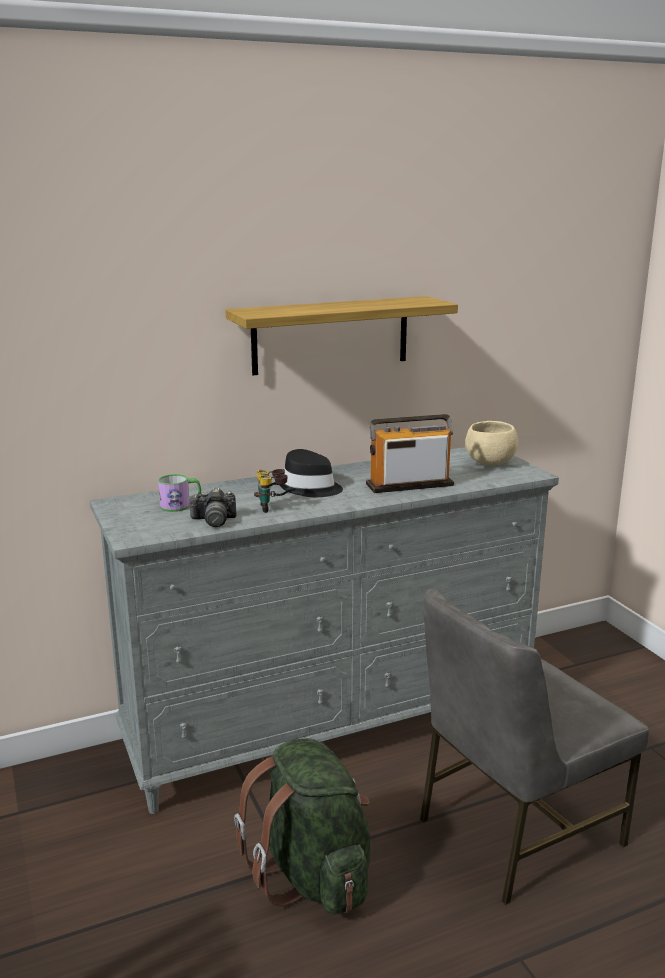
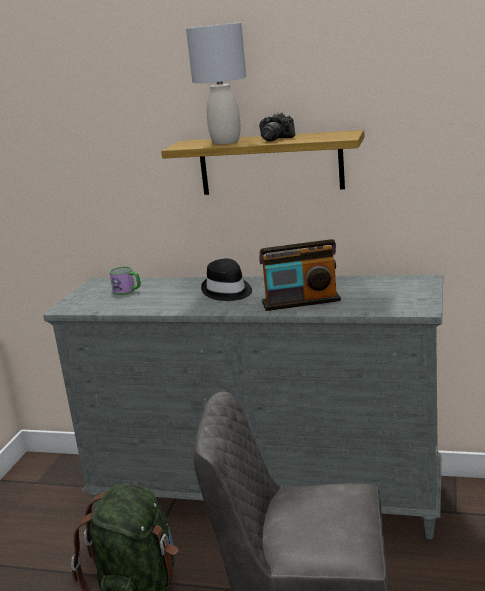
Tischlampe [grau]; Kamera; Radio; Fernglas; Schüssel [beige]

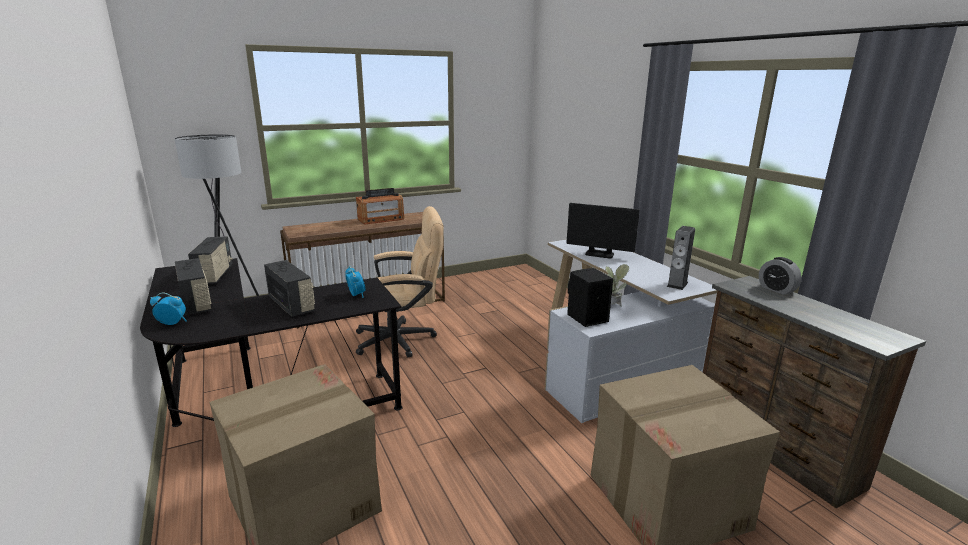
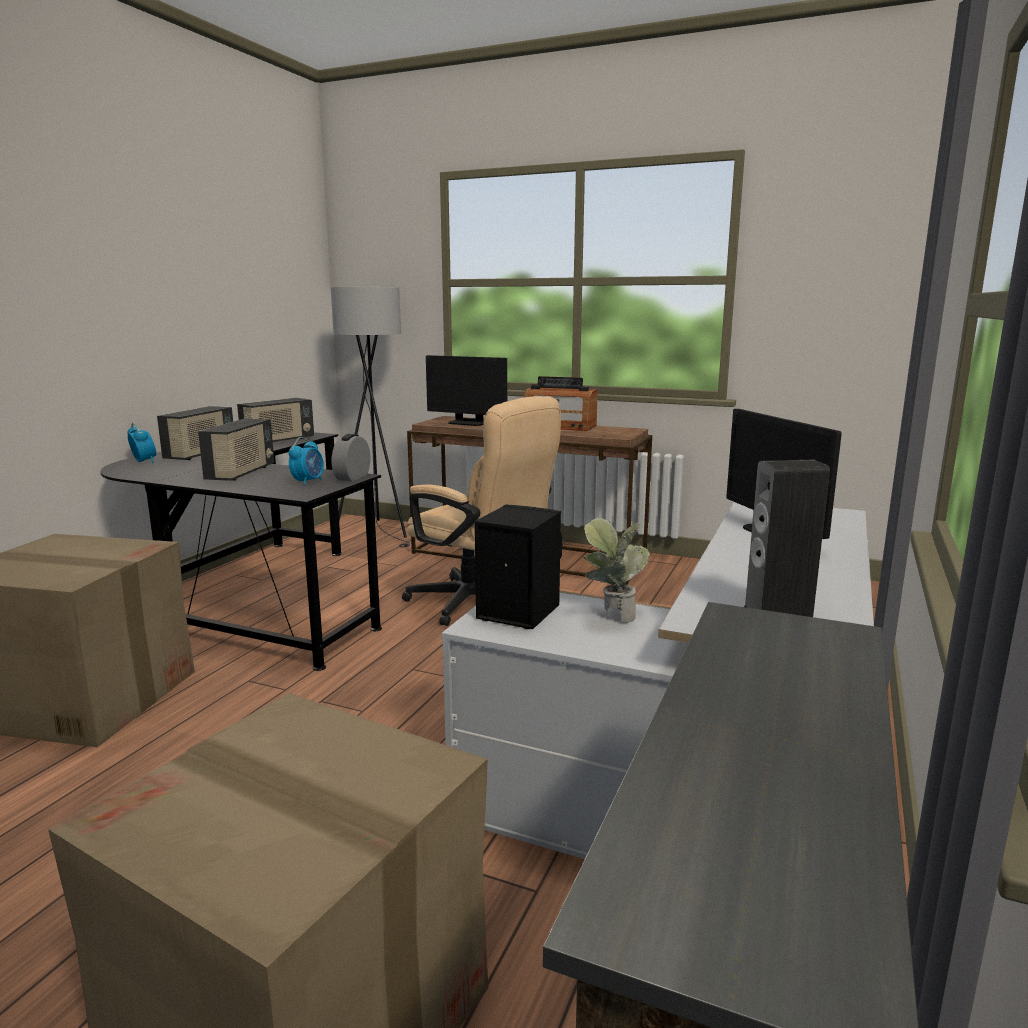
Wecker (no. 3 from left); Monitor (no. 1 from left)

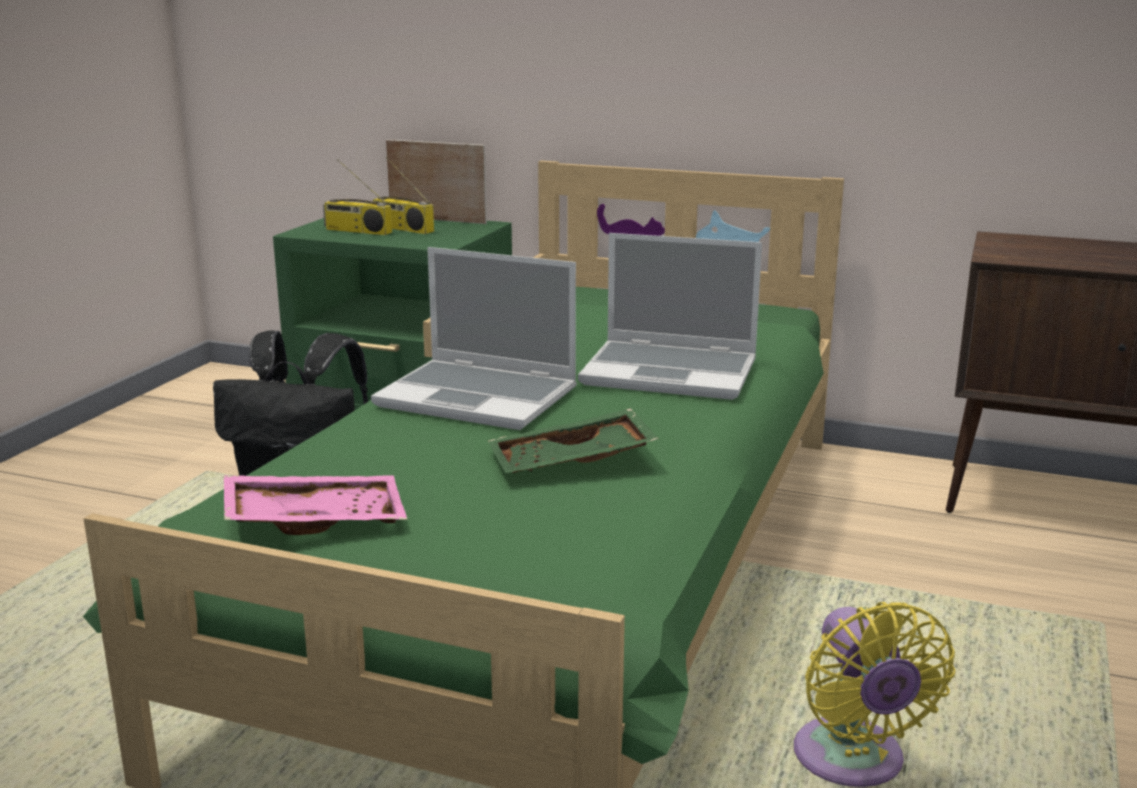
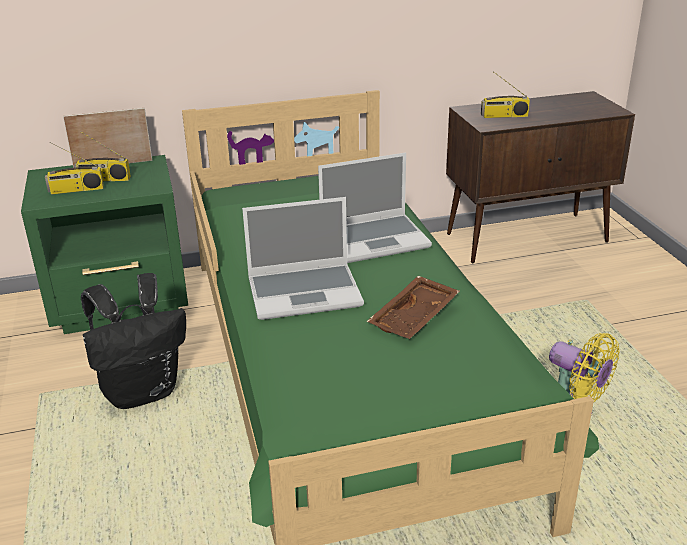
Tablett [braun]; Radio (no. 3 from left); Tablett [rosa]

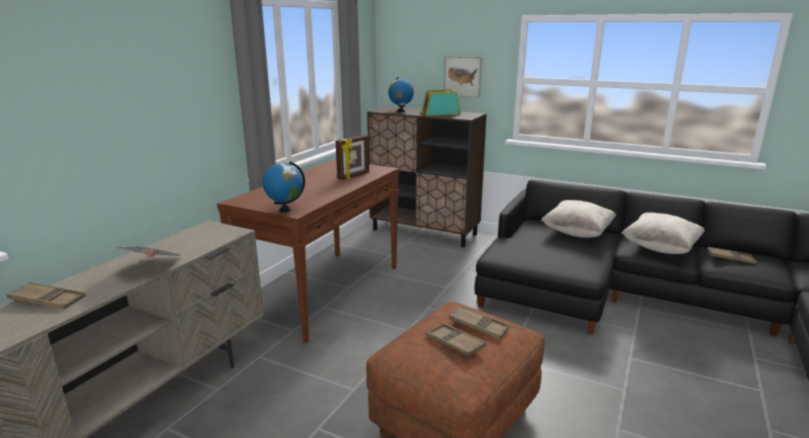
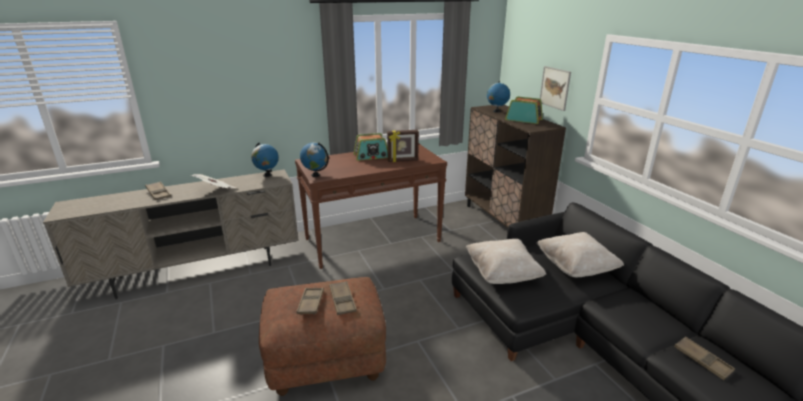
Globus (no. 1 from left); Radio (no. 1 from left); Kissen [beige] (no. 1 from left)

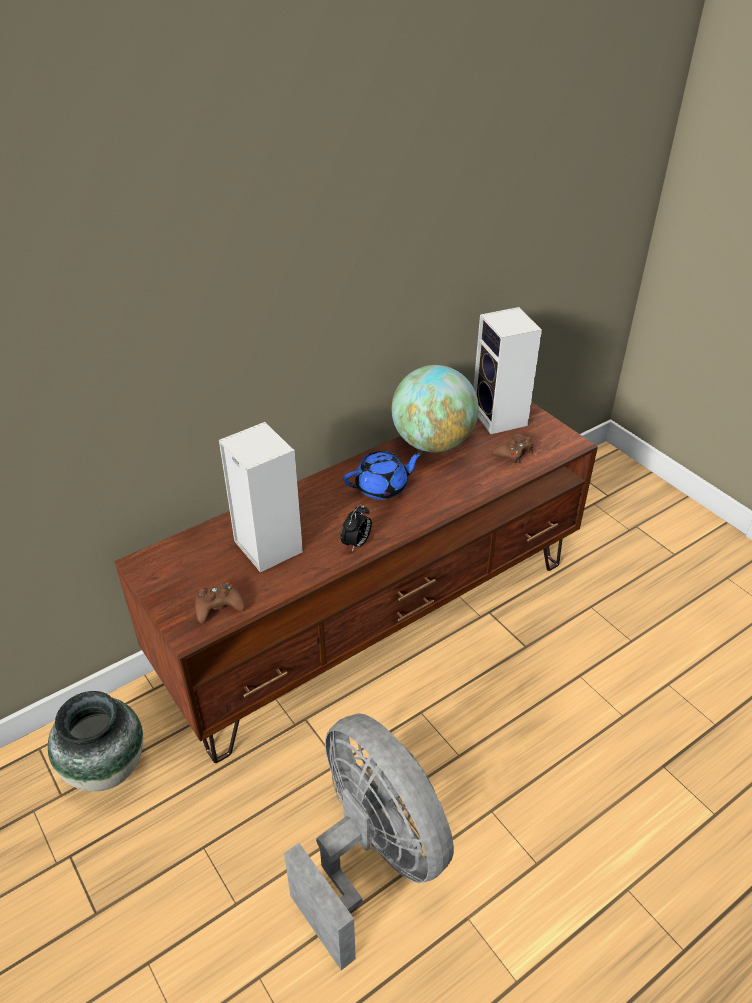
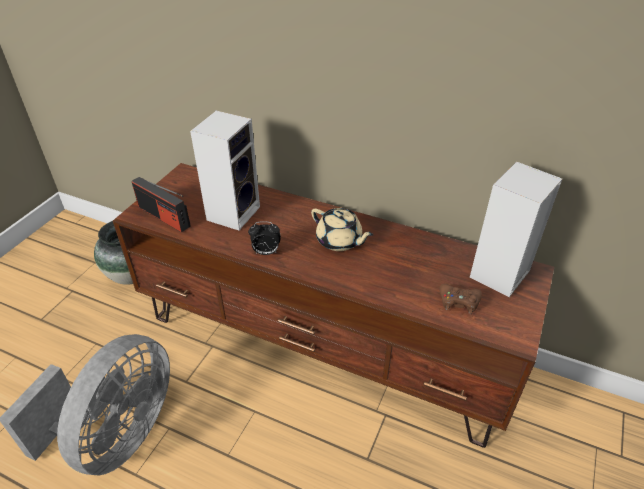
Radio; Teekanne [beige]; Globus

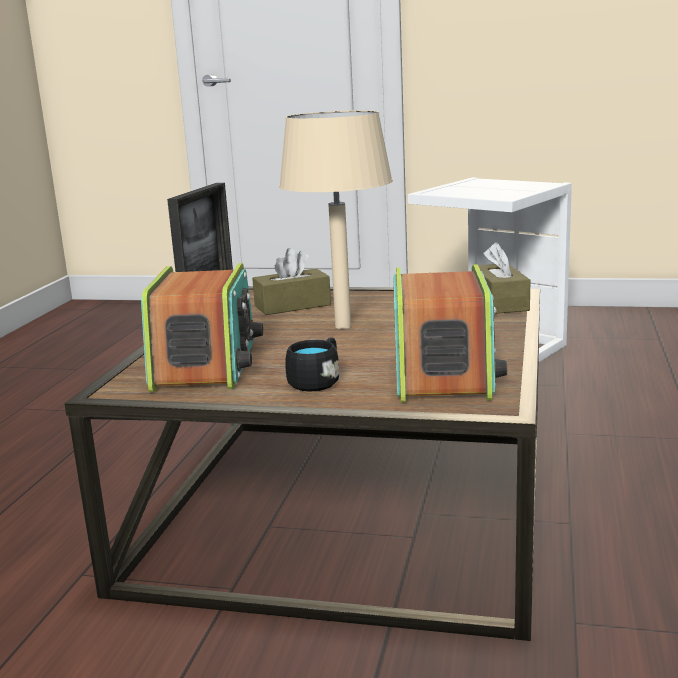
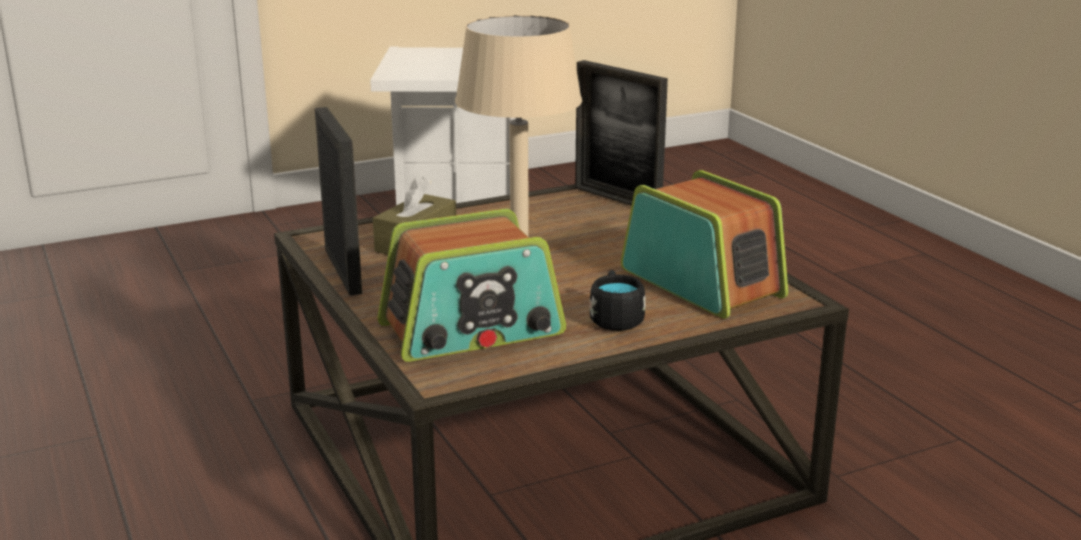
Radio (no. 1 from left); Bilderrahmen (no. 2 from left)

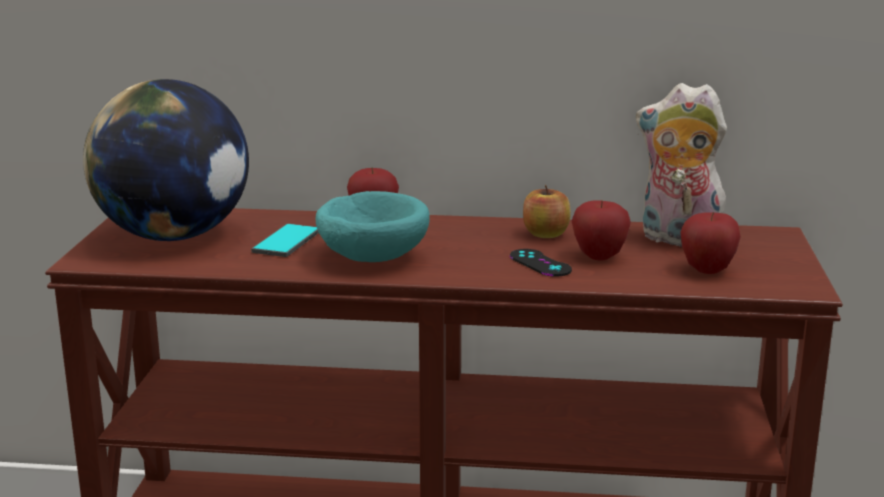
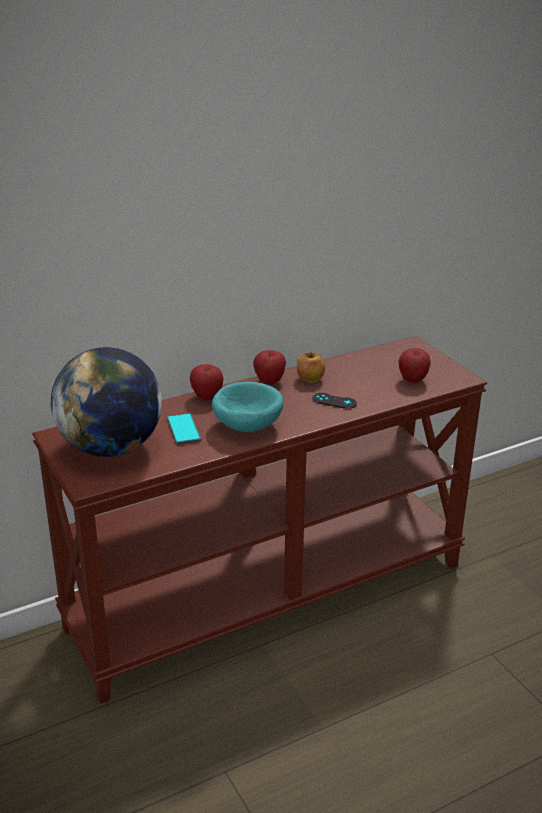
Apfel (no. 2 from left); Plüschtier

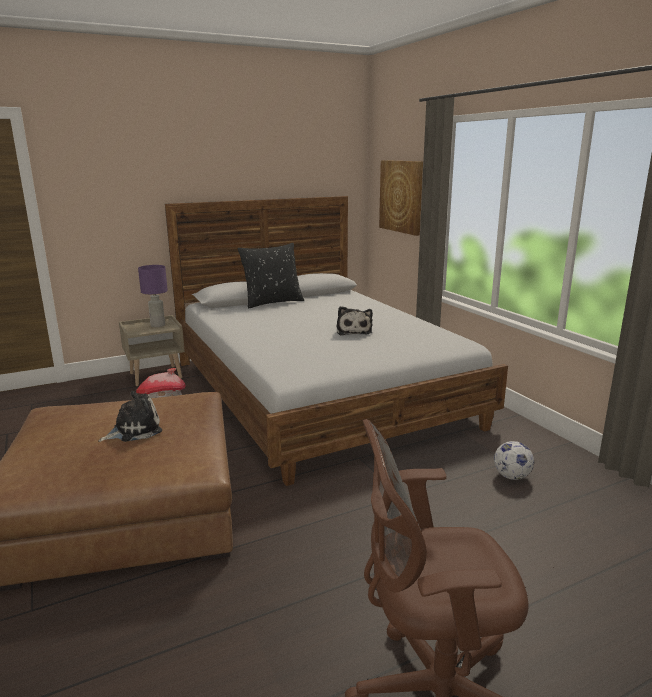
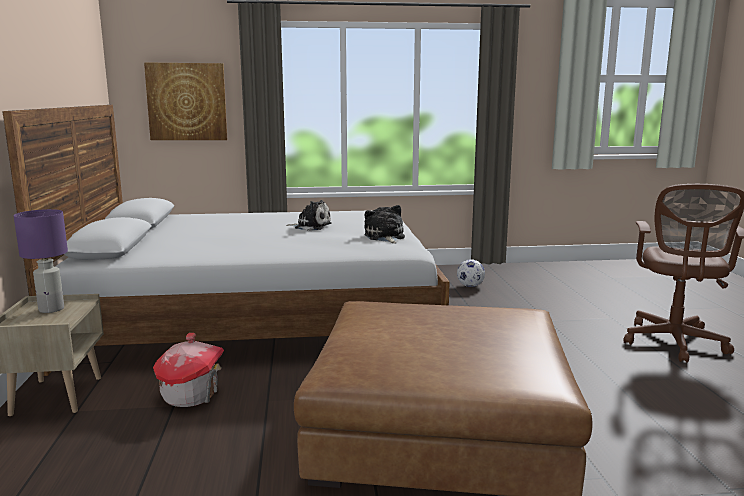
Plüschtier (no. 2 from left); Kissen [schwarz]

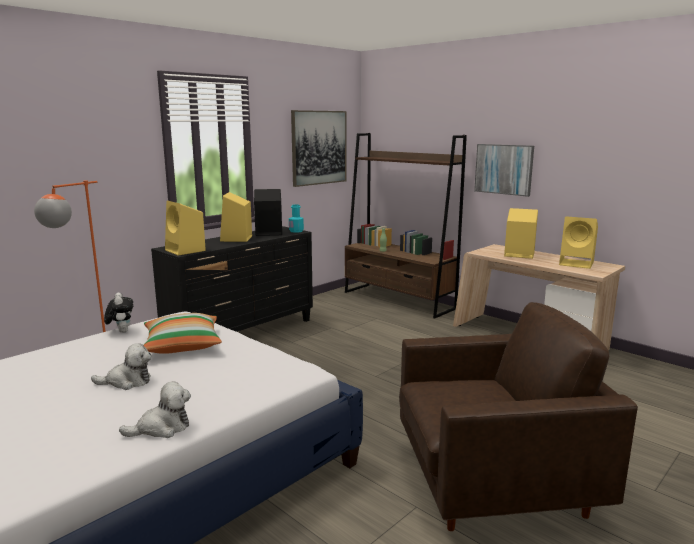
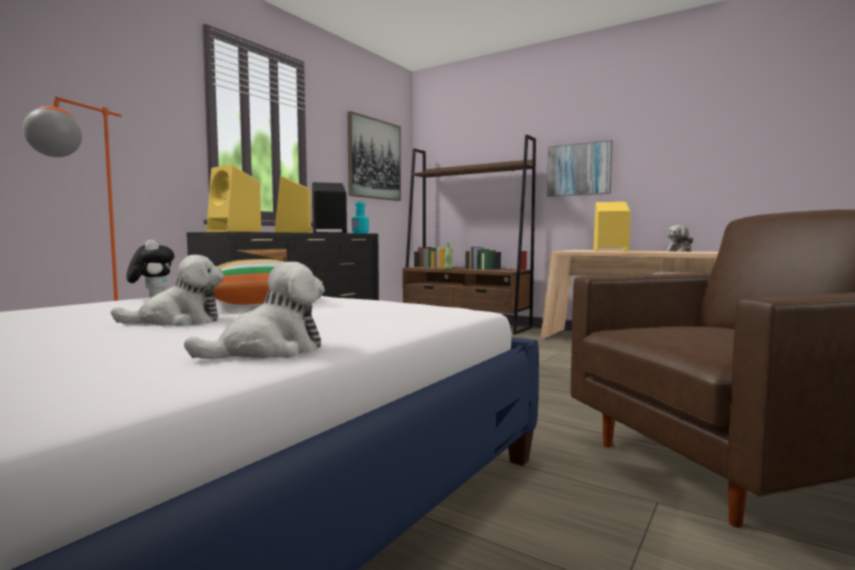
Plüschtier (no. 4 from left)

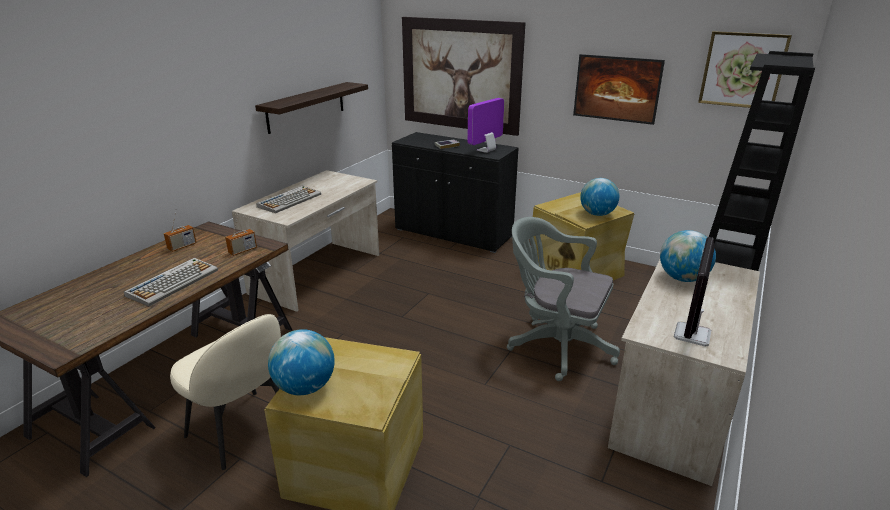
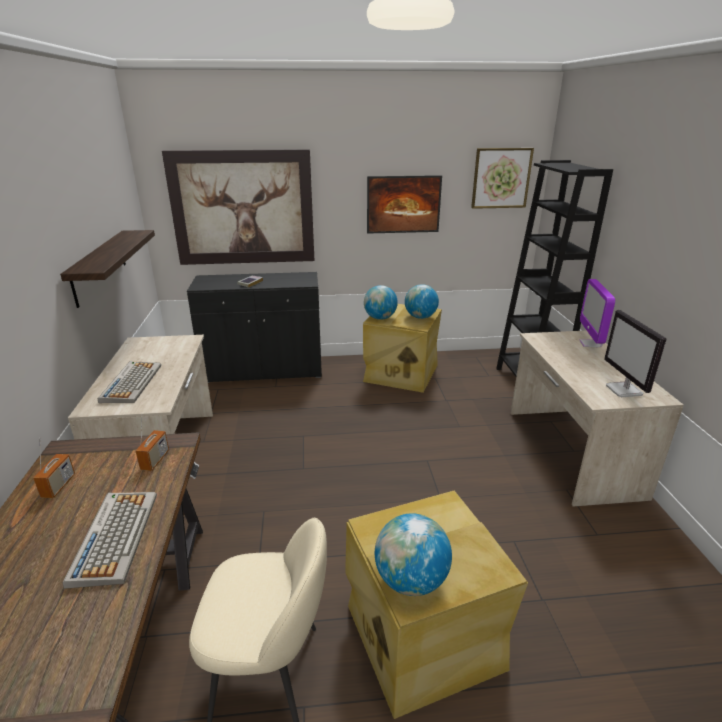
Globus (no. 1 from left); Monitor (no. 1 from left); Bürostuhl [grau]

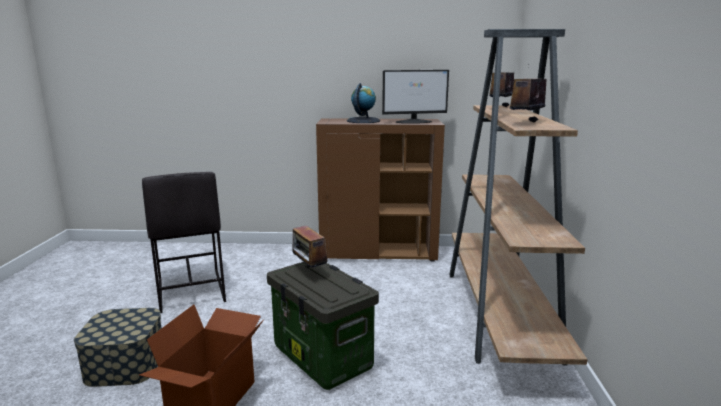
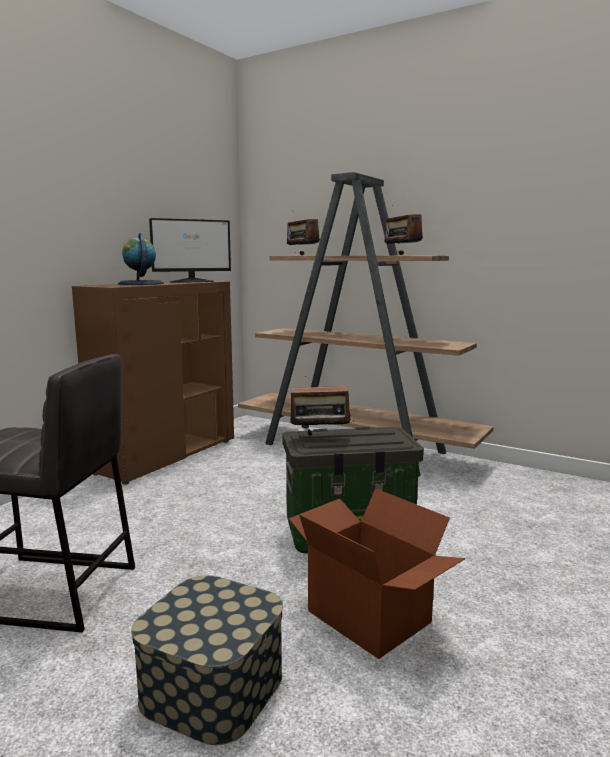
Monitor

